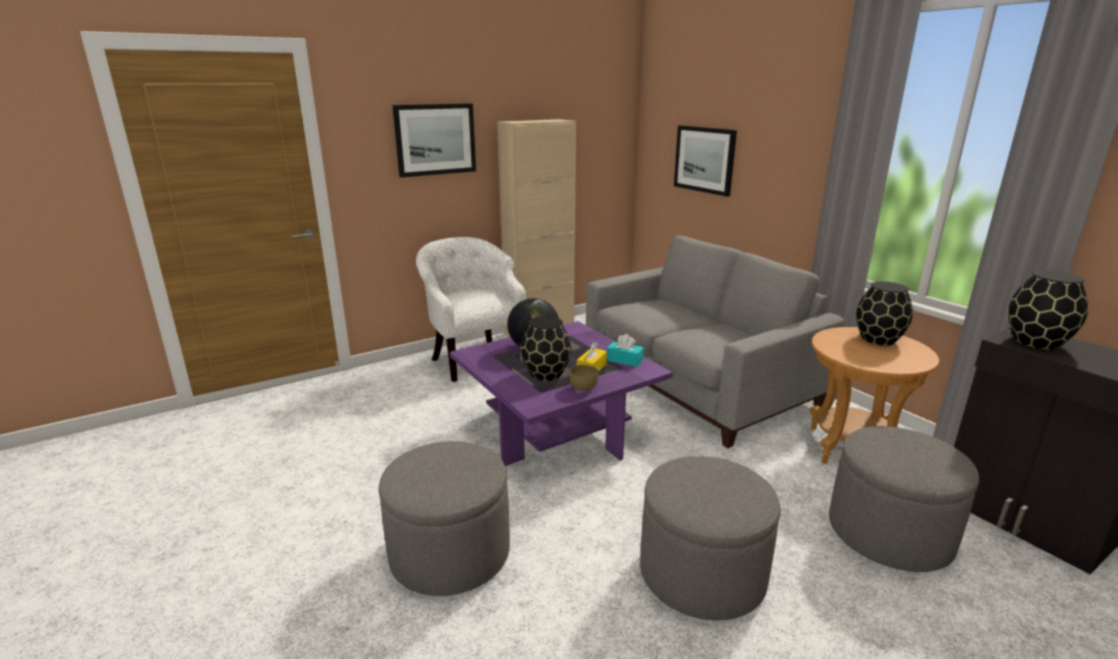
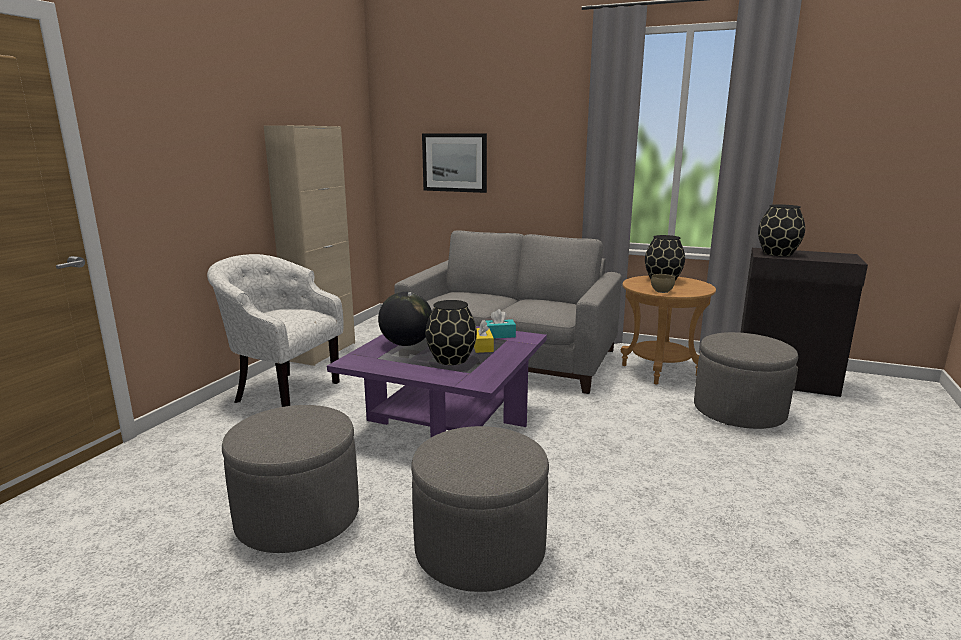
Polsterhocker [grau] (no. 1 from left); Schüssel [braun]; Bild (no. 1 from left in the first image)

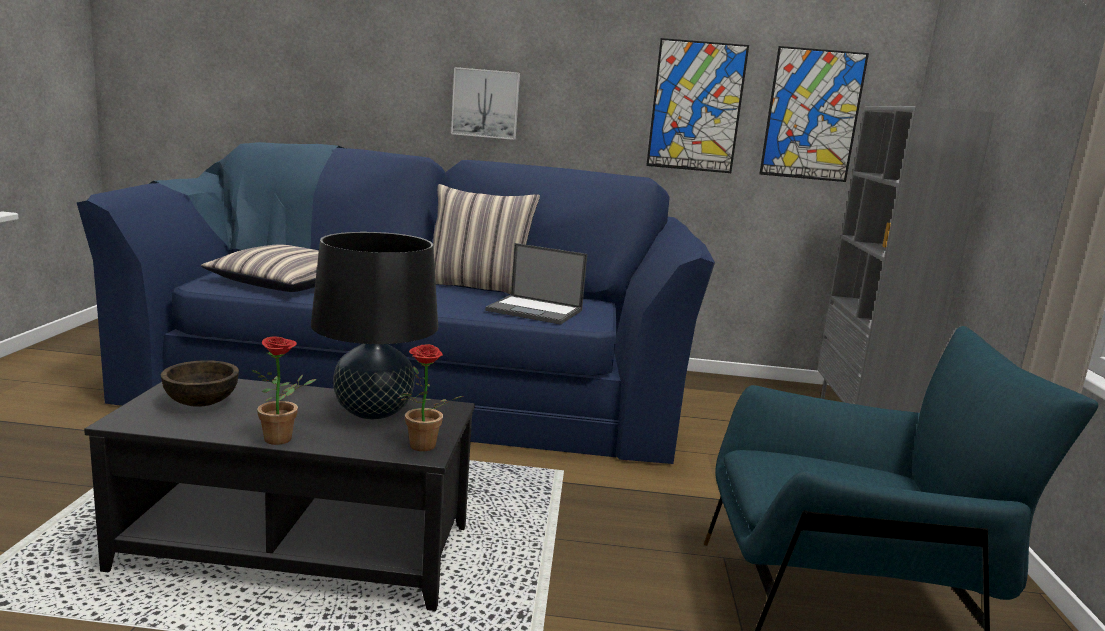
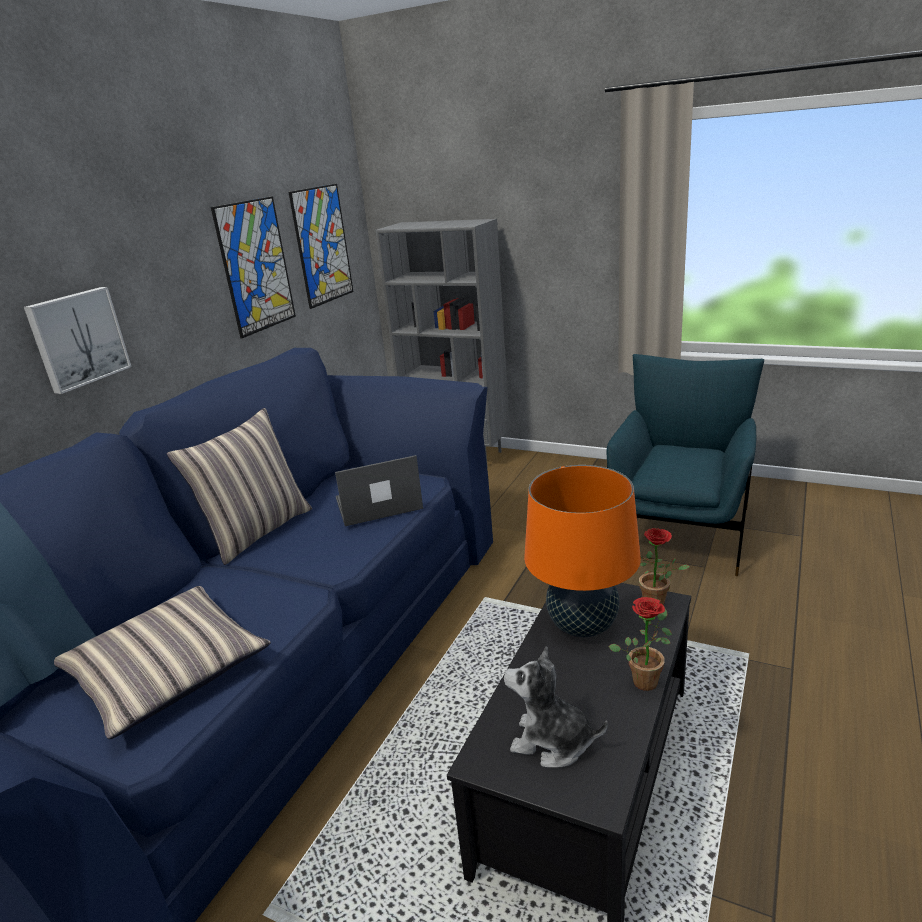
Laptop; Plüschtier; Tischlampe [orange]

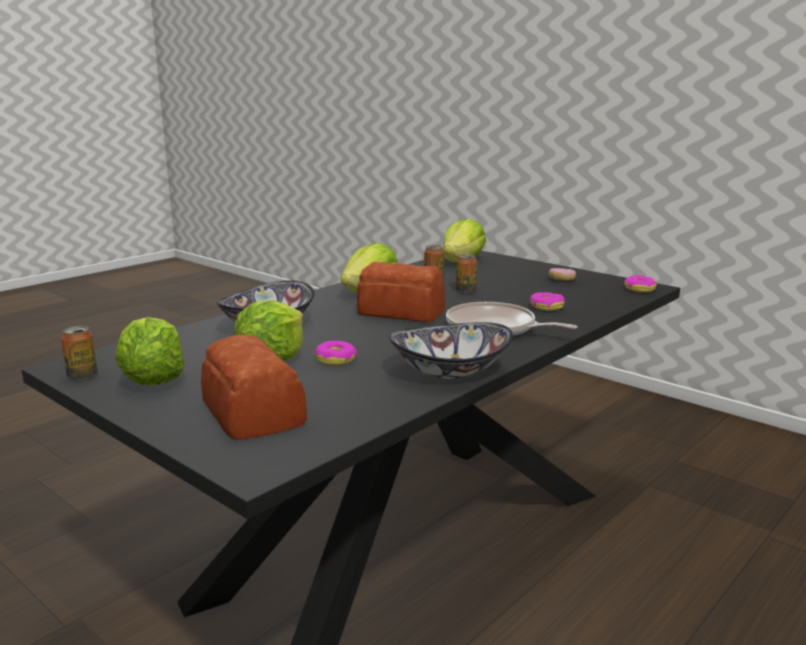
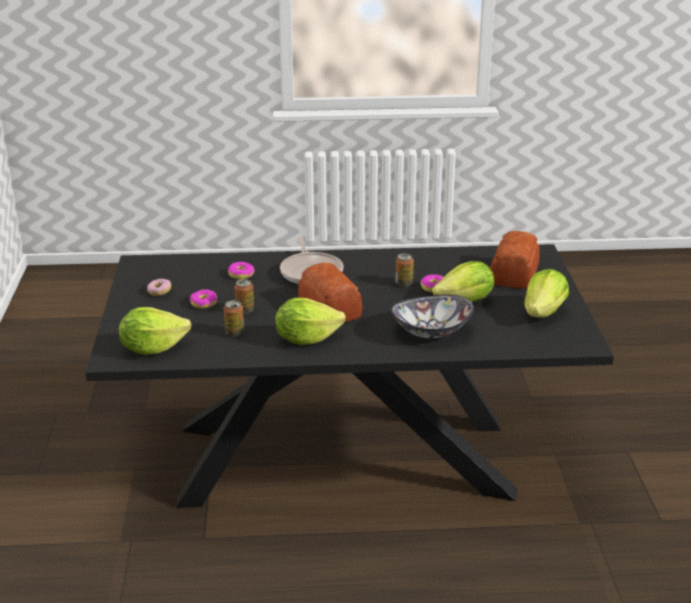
Donut (no. 2 from left); Dose (no. 3 from left); Schüssel (no. 2 from left in the first image)

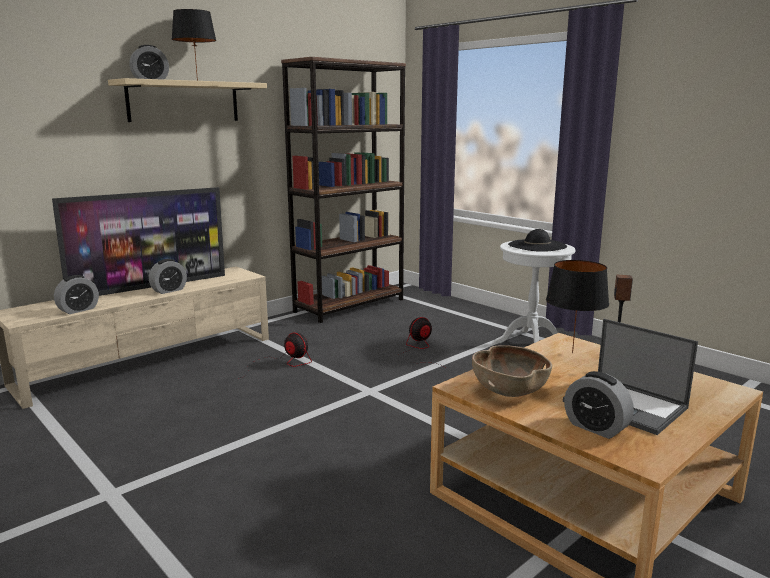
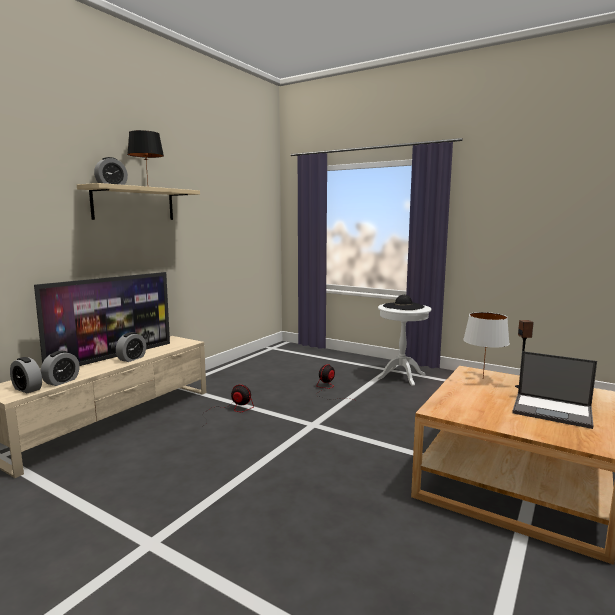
Wecker (no. 1 from left); Tischlampe [weiß]; Bücherregal [braun]; Schüssel [braun]

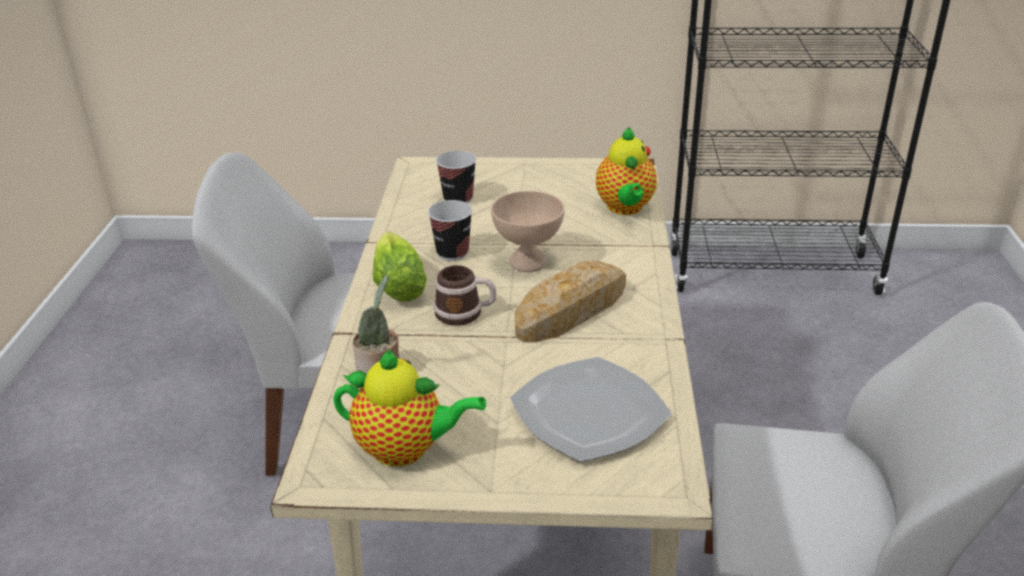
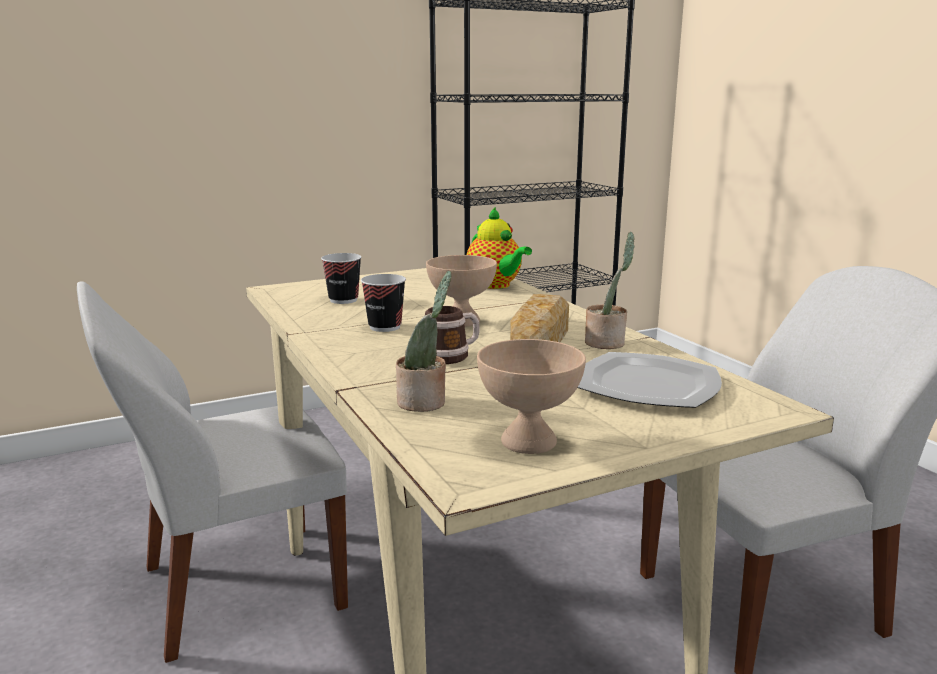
Schüssel [beige] (no. 2 from left); Topfpflanze (no. 2 from left); Salatkopf

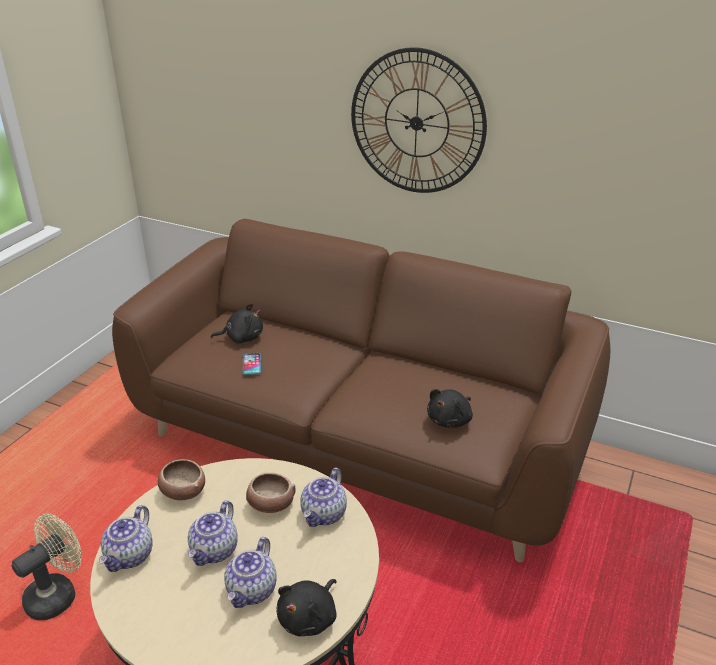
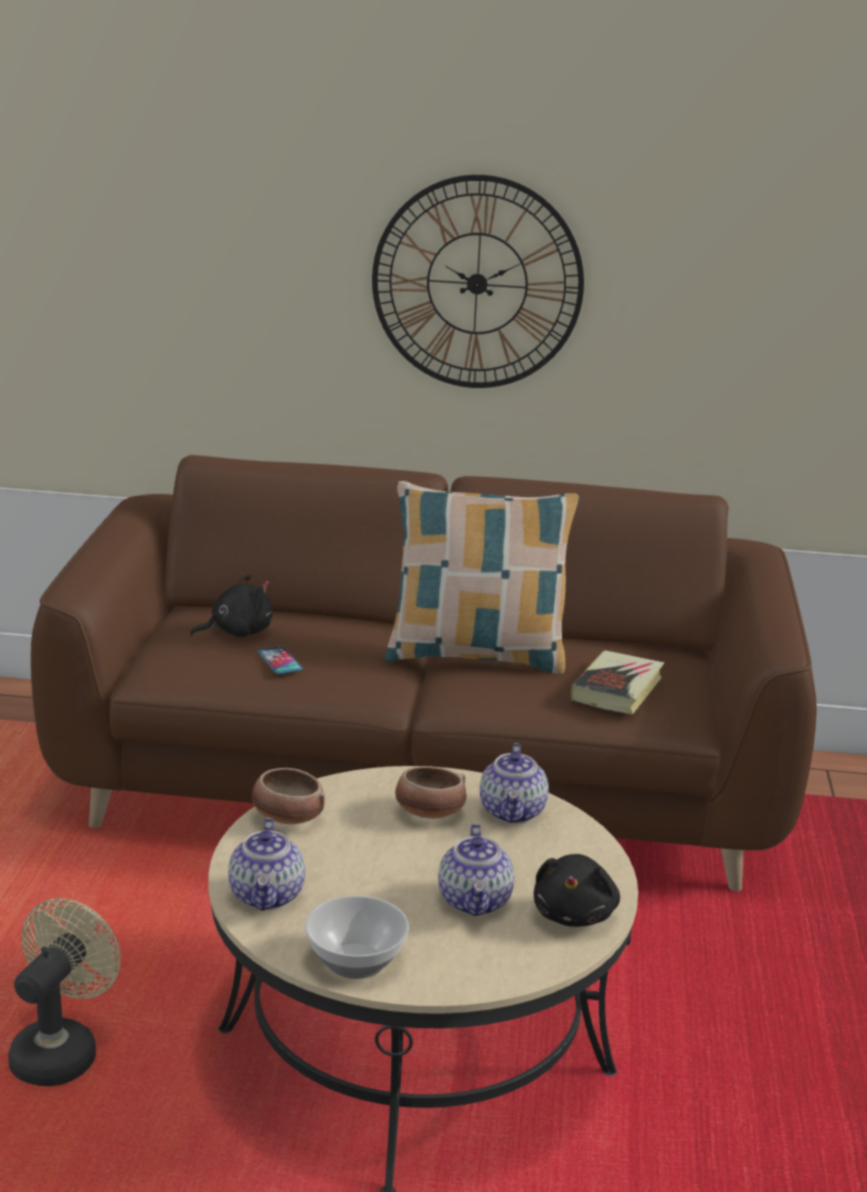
Schüssel (no. 2 from left); Kissen; Buch; Teekanne (no. 2 from left in the first image)

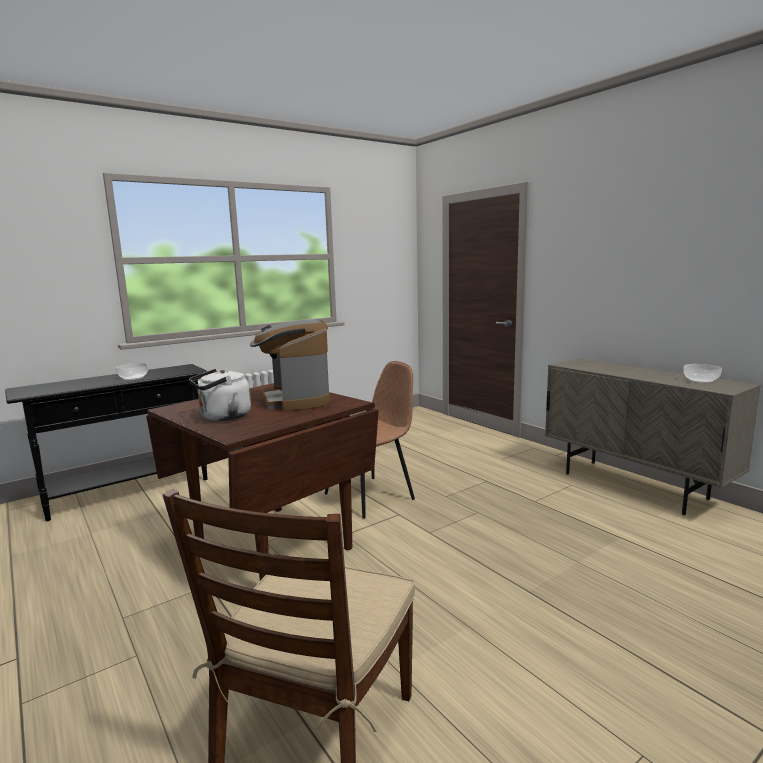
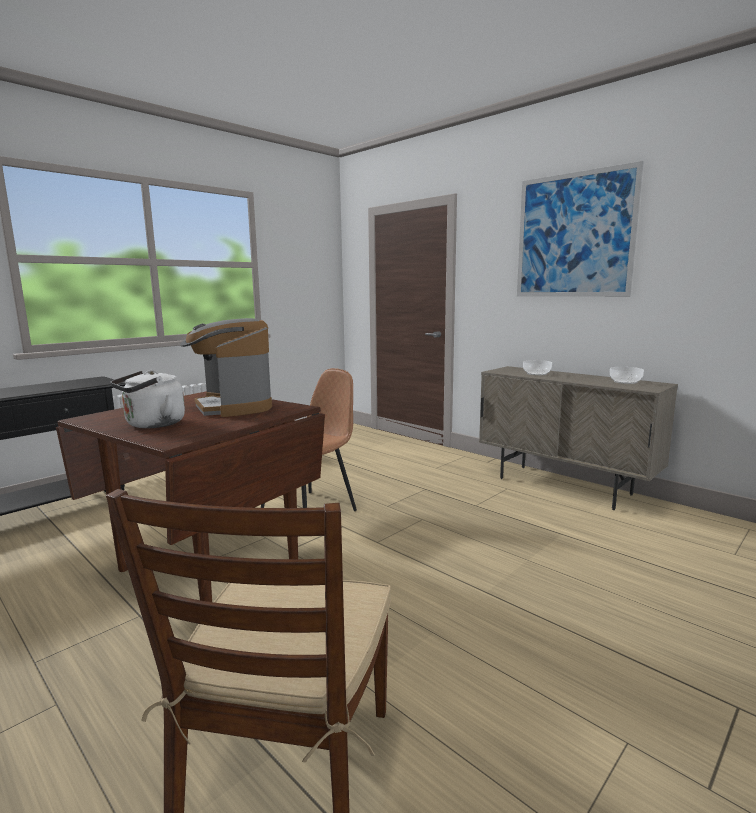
Bild; Schüssel (no. 1 from left)

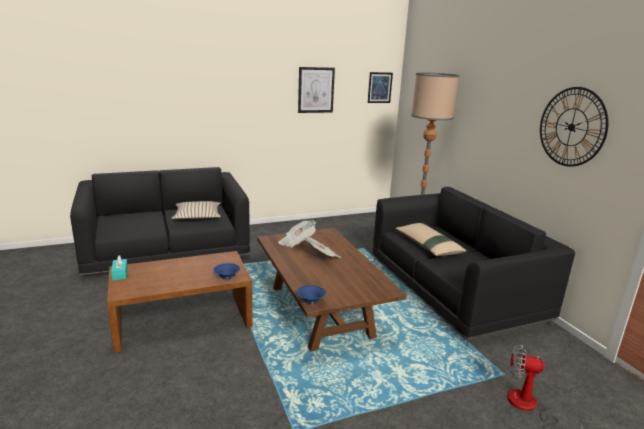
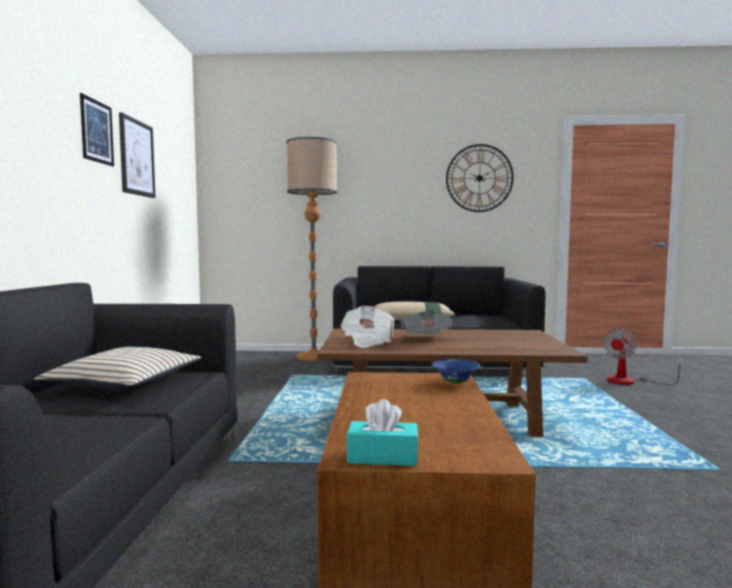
Bild (no. 1 from left); Schüssel [blau] (no. 2 from left in the first image)

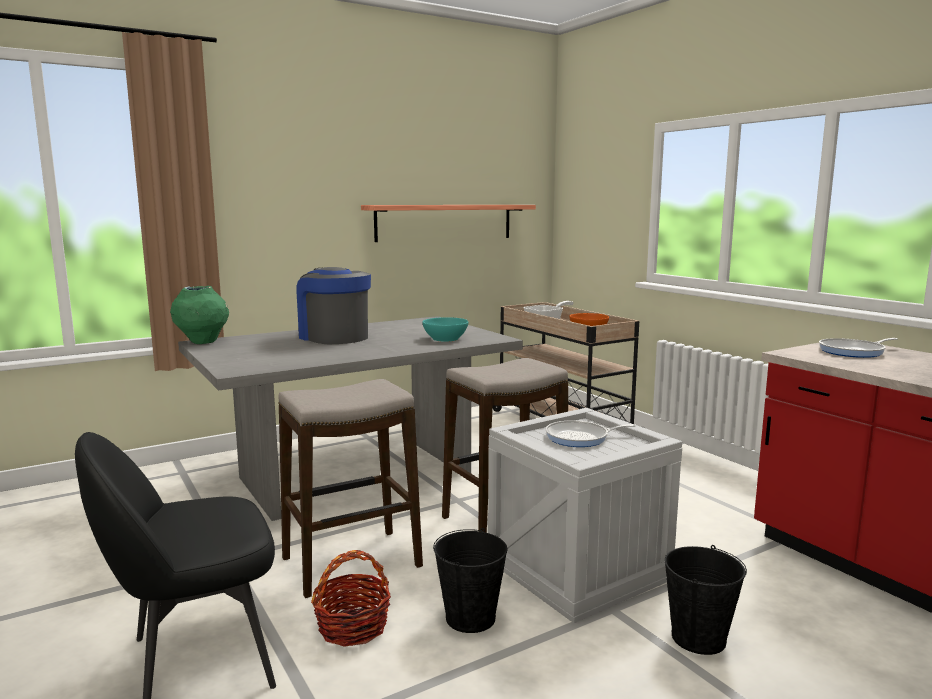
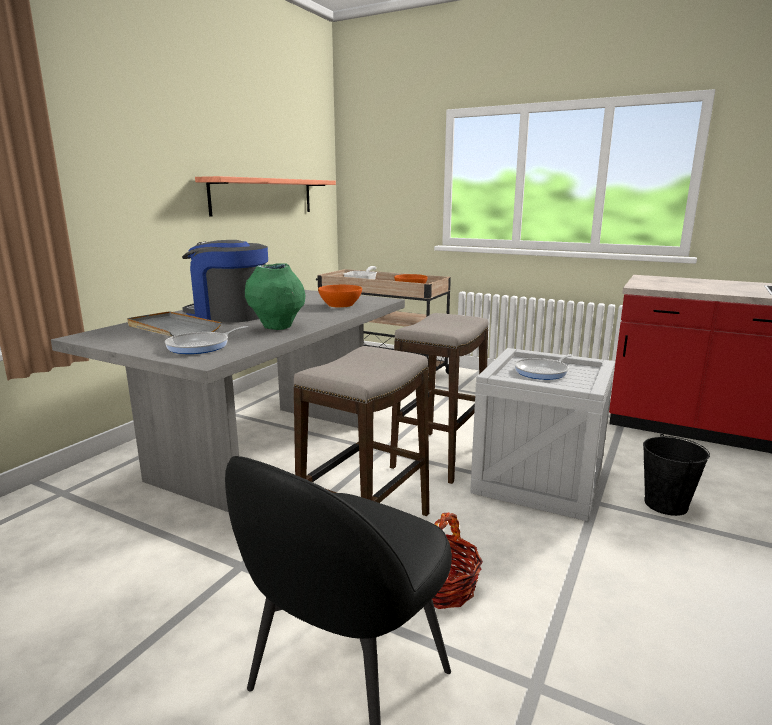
Tablett [grau]; Pfanne (no. 1 from left); Vase [grün]; Schüssel [orange] (no. 1 from left); Eimer [schwarz] (no. 1 from left in the first image)

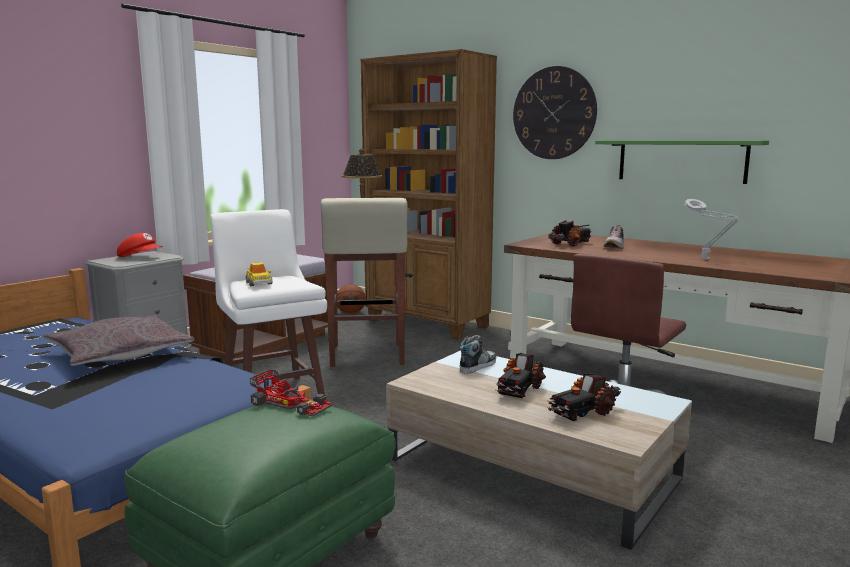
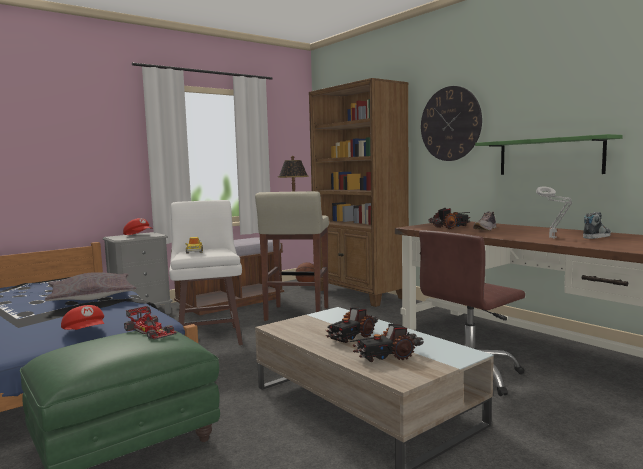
Kappe [rot] (no. 1 from left); Schuh (no. 2 from left)

